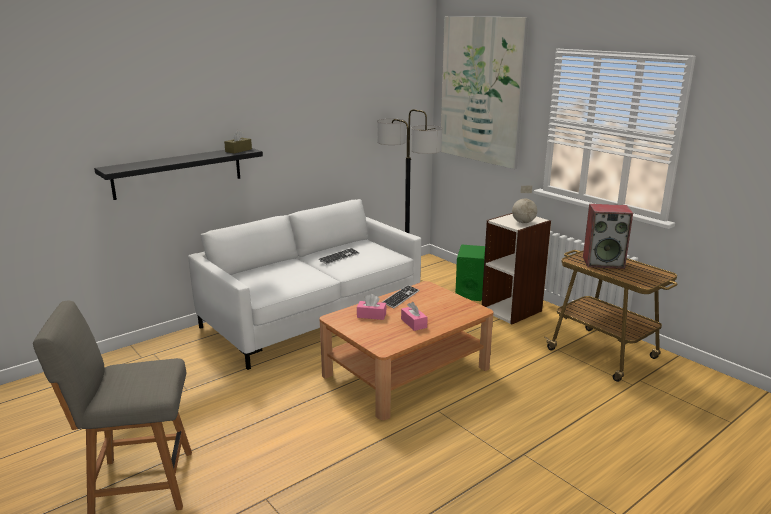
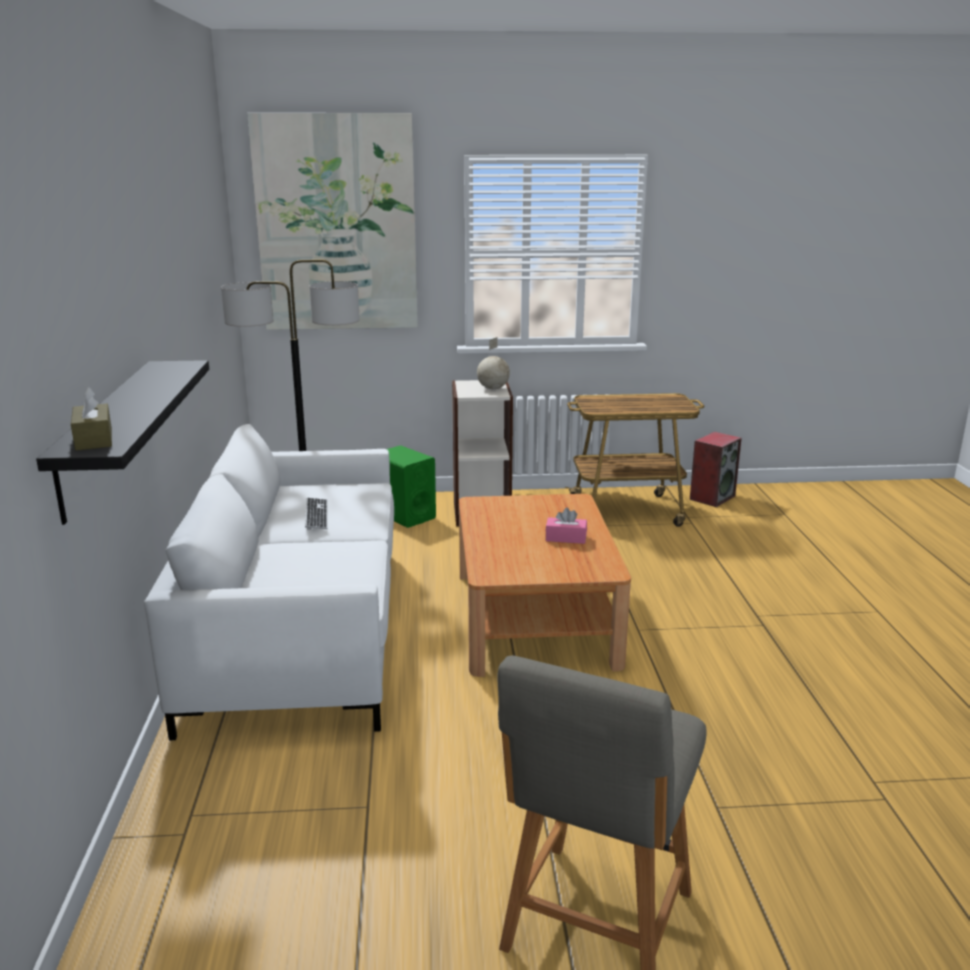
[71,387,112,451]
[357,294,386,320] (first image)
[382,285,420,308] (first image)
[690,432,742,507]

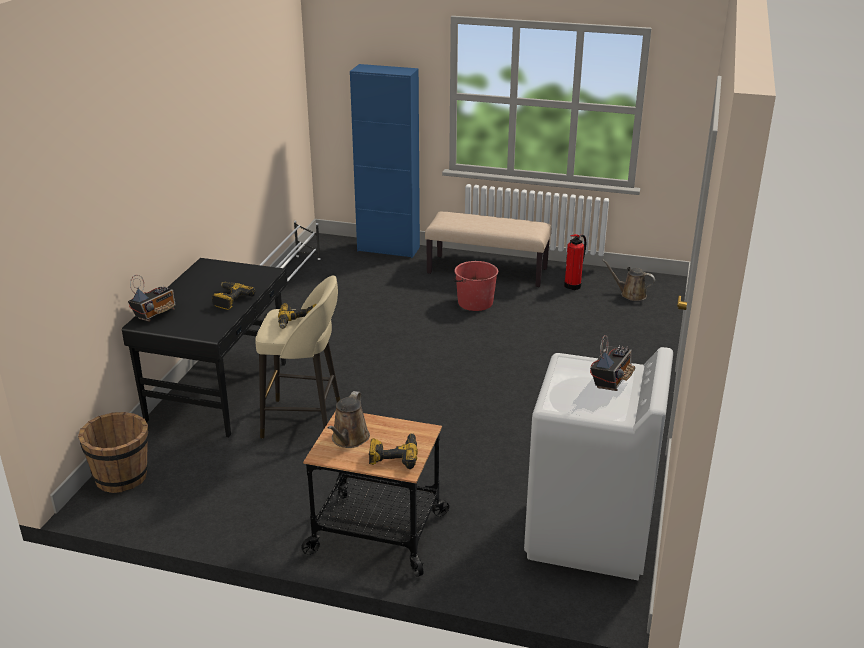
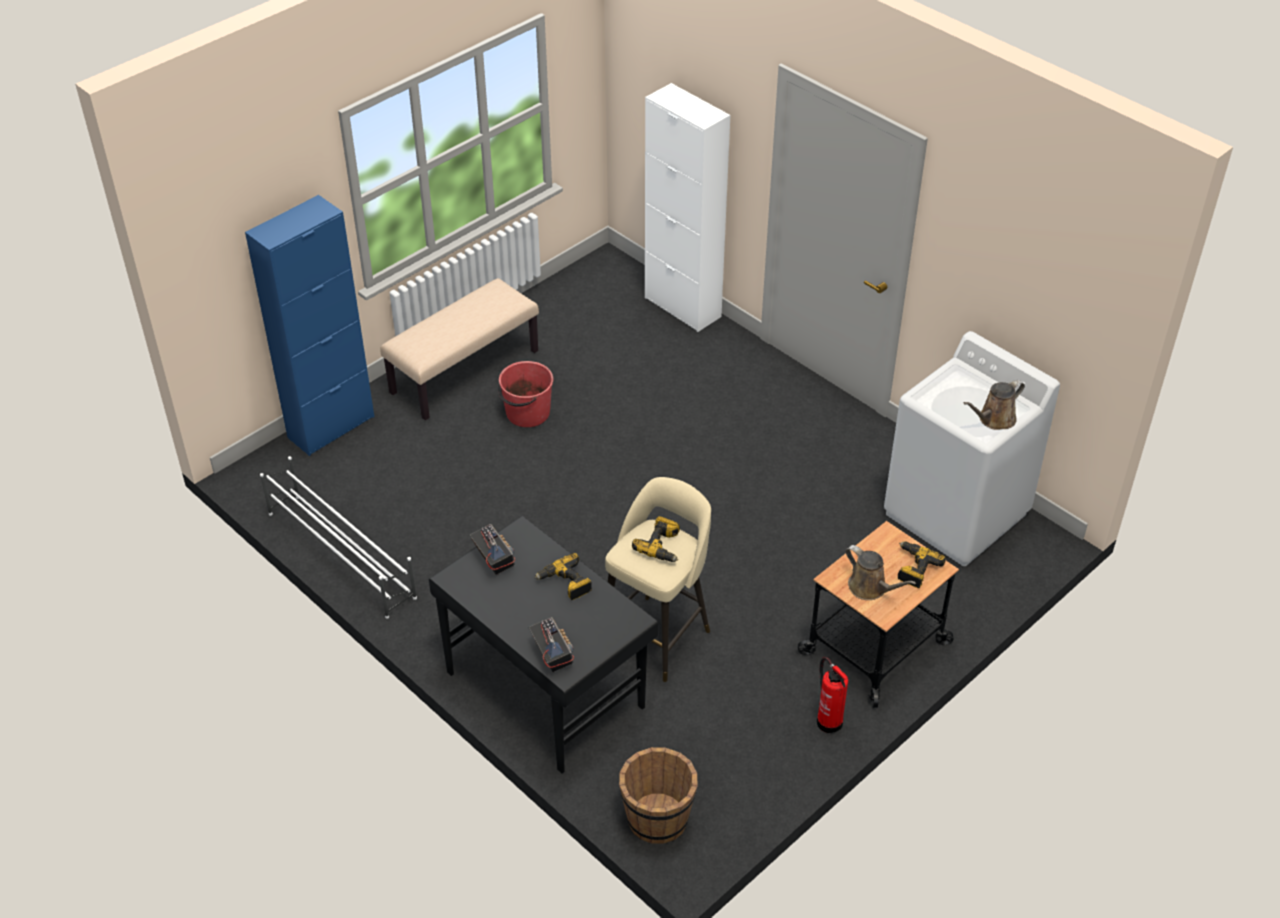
[817,657,848,733]
[470,524,515,575]
[964,380,1025,430]
[645,83,730,332]

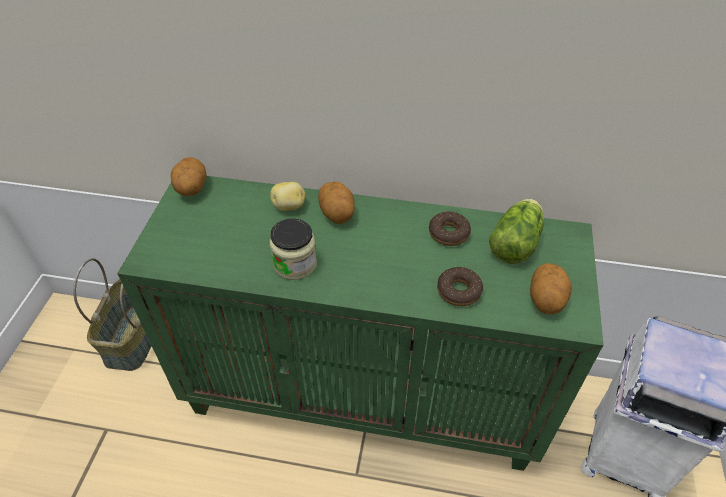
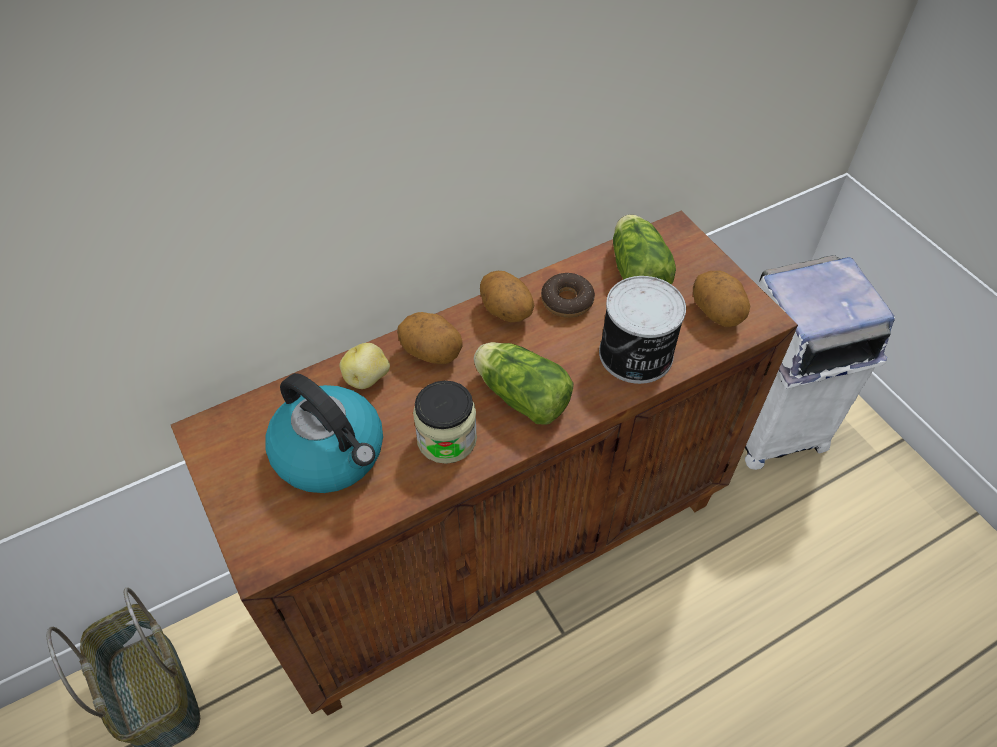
[171,211,798,716]
[480,271,535,322]
[599,276,686,384]
[265,373,383,493]
[474,342,574,425]

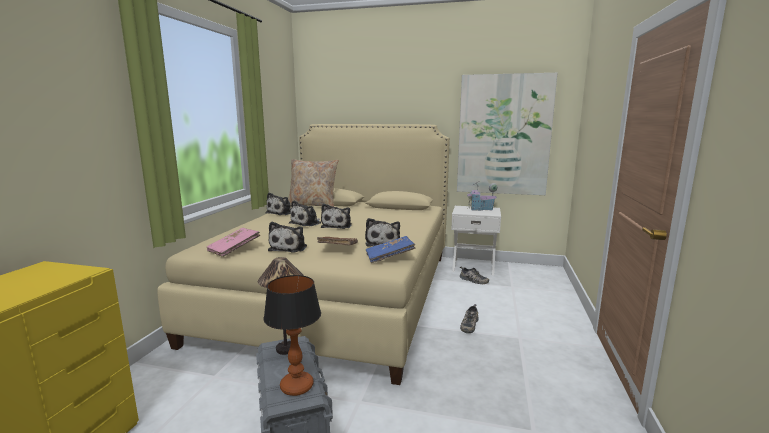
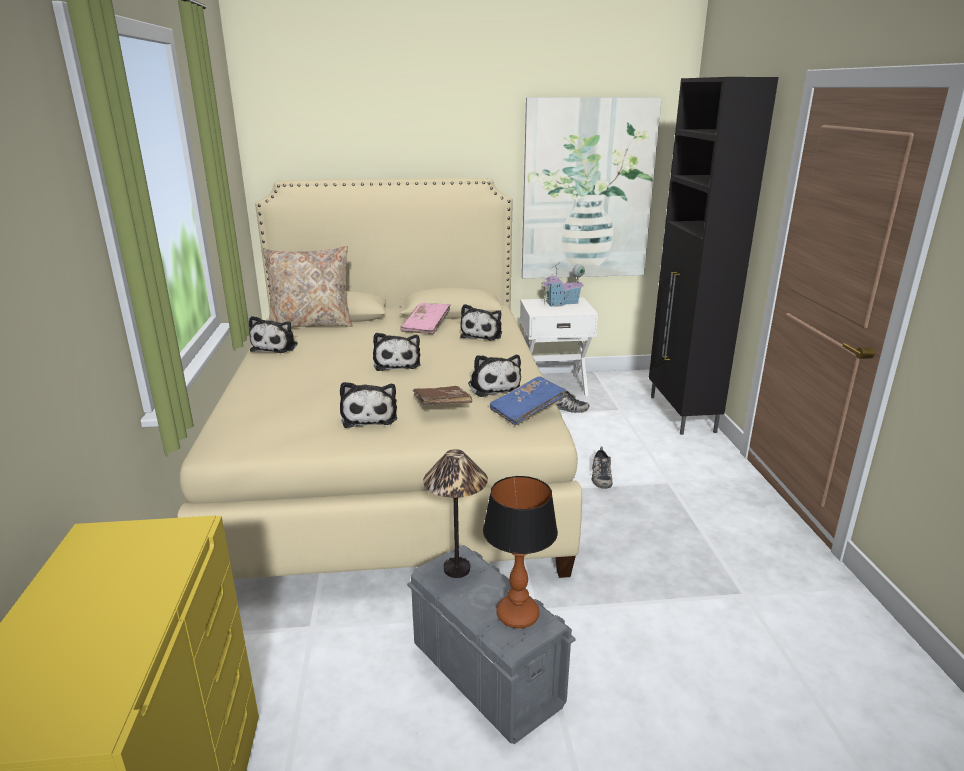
[400,303,450,334]
[460,304,502,340]
[649,77,779,435]

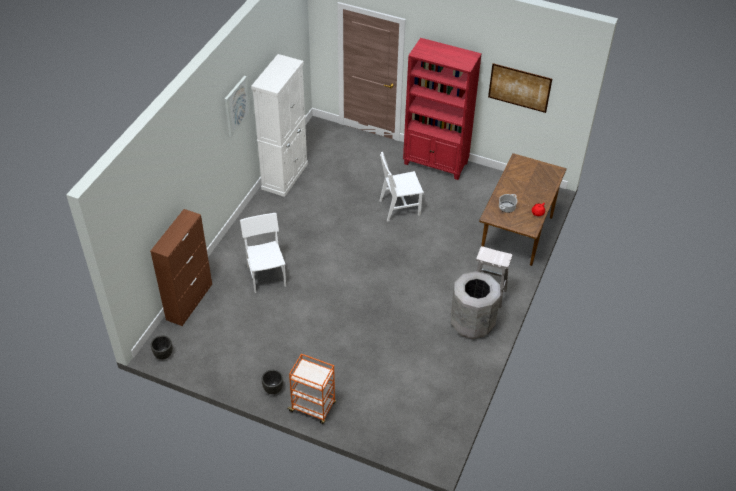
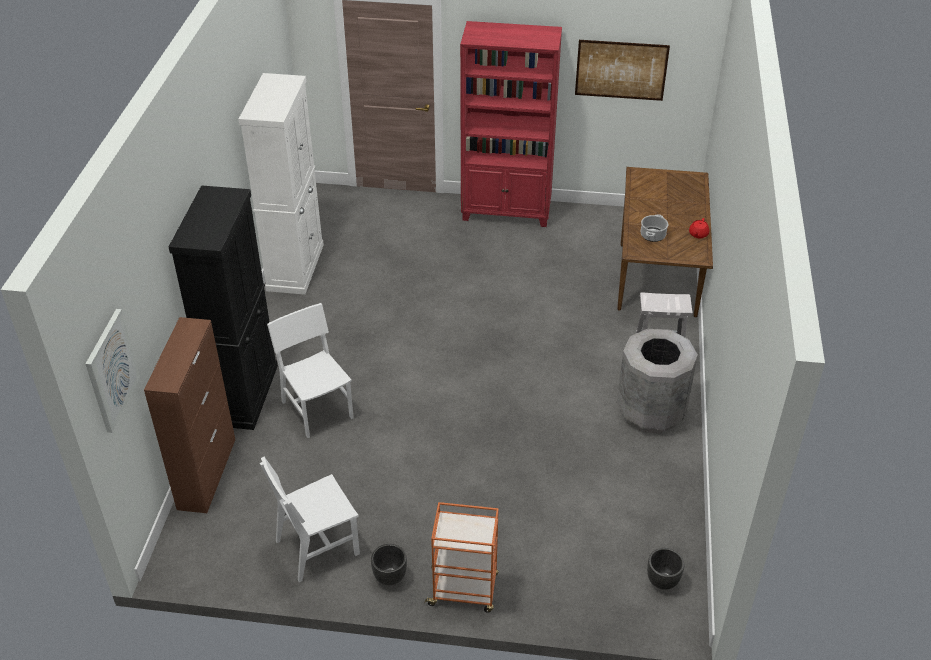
[647,548,684,590]
[85,309,140,433]
[260,457,360,582]
[169,185,278,430]

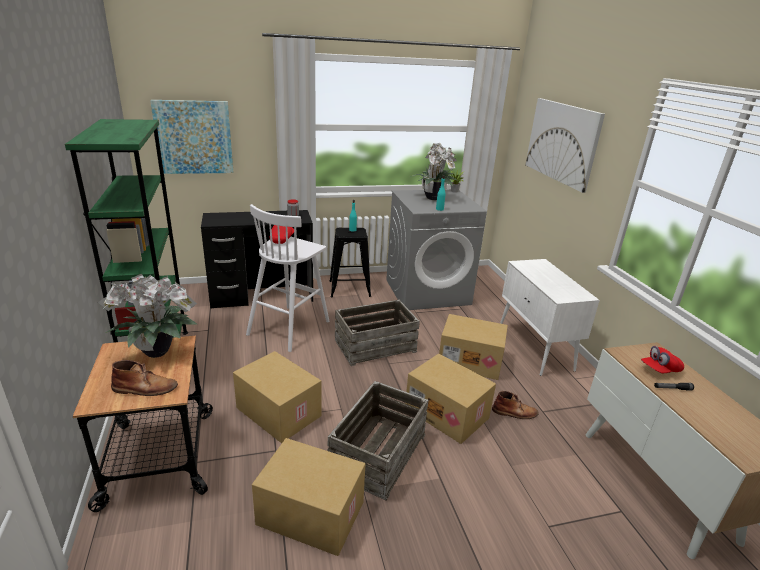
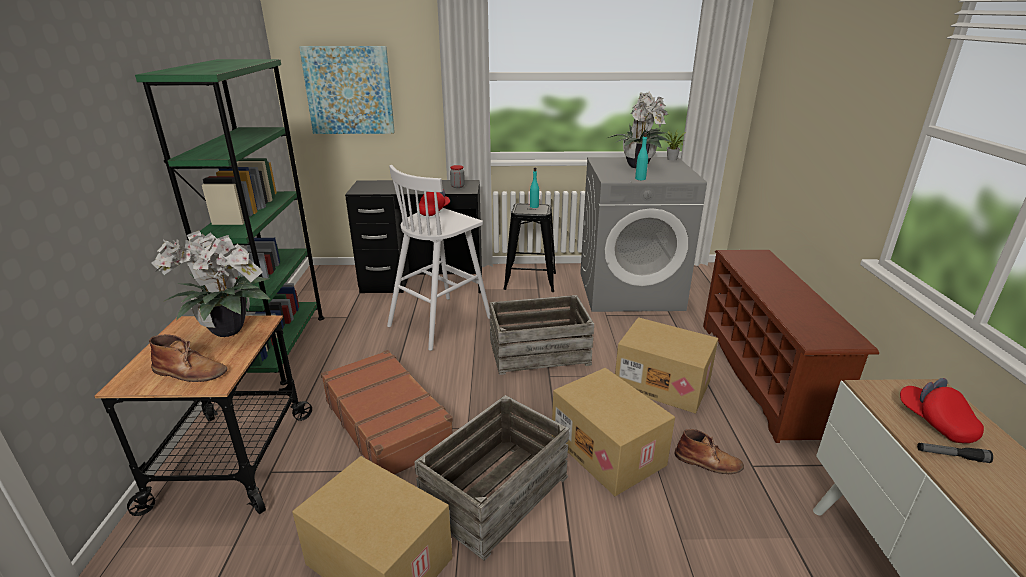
[321,350,453,475]
[703,250,879,443]
[525,98,605,193] (first image)
[900,378,984,443]

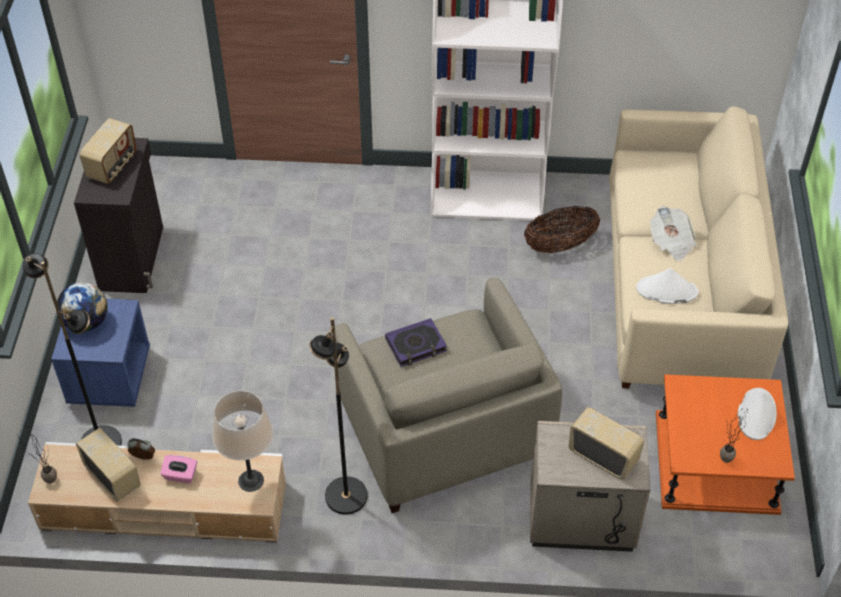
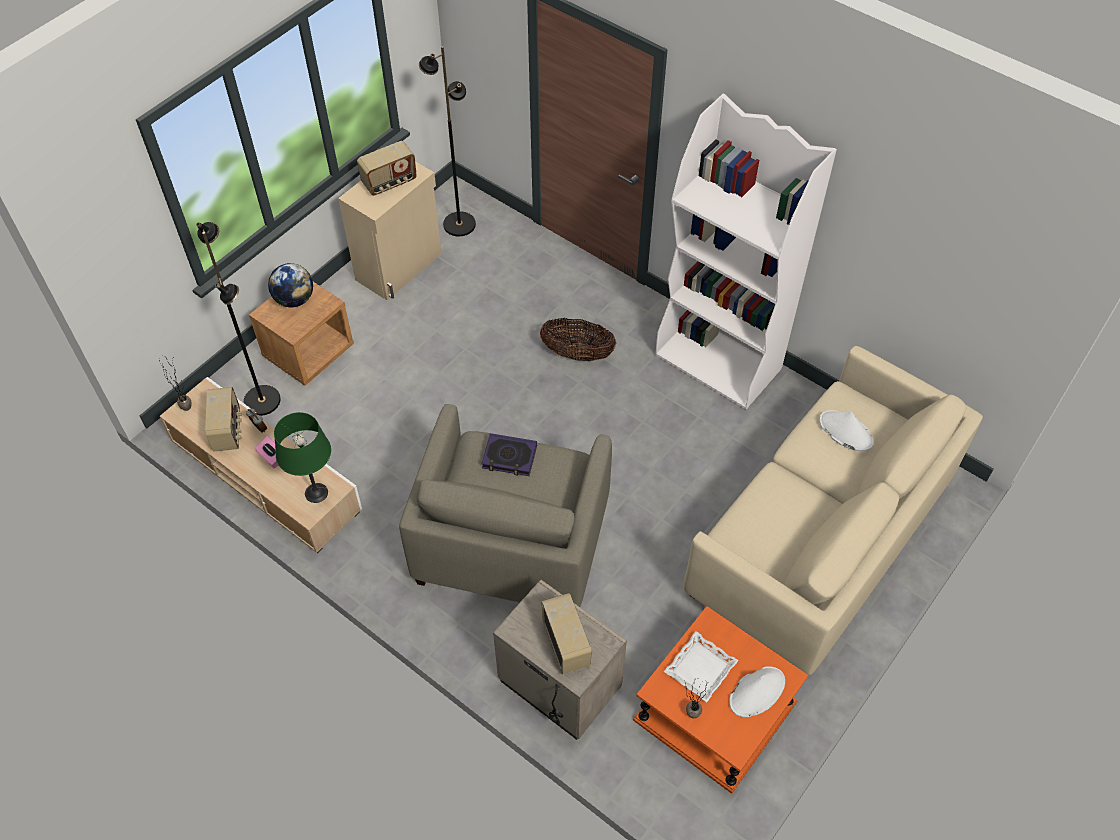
[249,282,354,386]
[338,161,442,300]
[274,412,331,503]
[419,46,476,236]
[540,318,616,361]
[819,410,874,451]
[650,206,697,261] (first image)
[664,631,739,702]

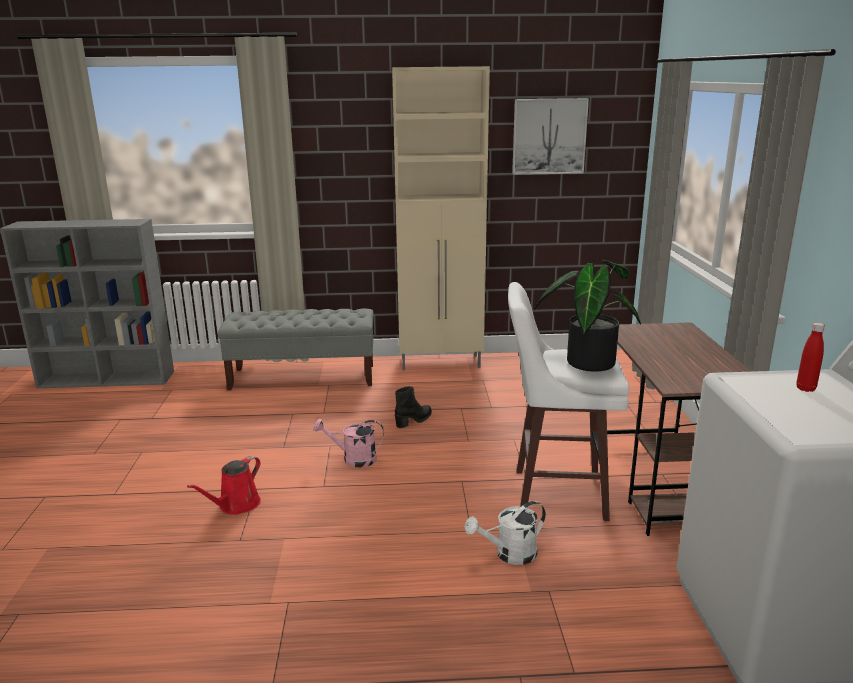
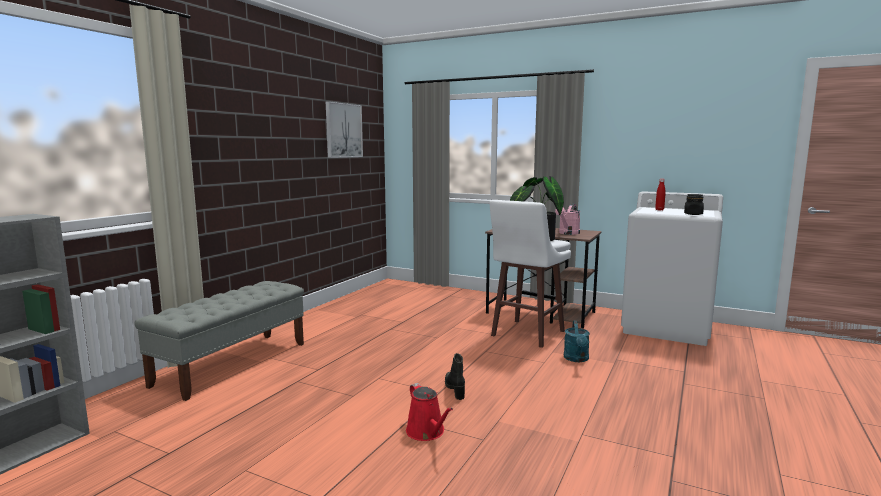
[555,204,580,235]
[392,66,490,370] (first image)
[445,353,465,400]
[564,320,590,362]
[684,194,704,215]

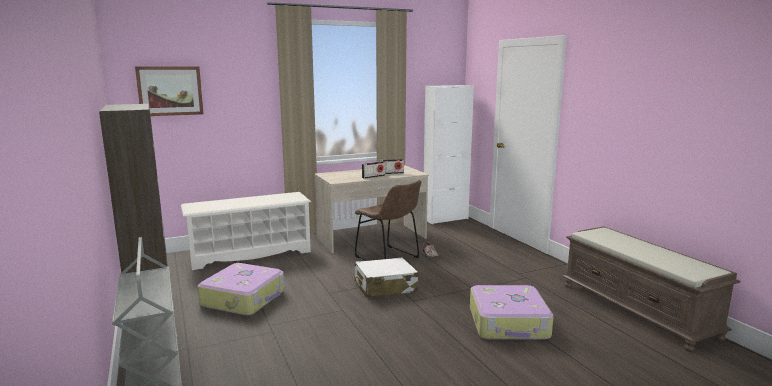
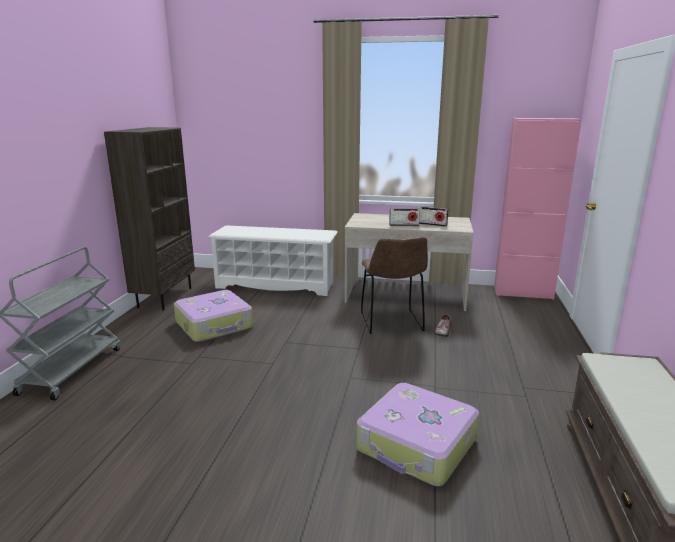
[135,66,204,116] (first image)
[354,257,418,298] (first image)
[494,118,582,300]

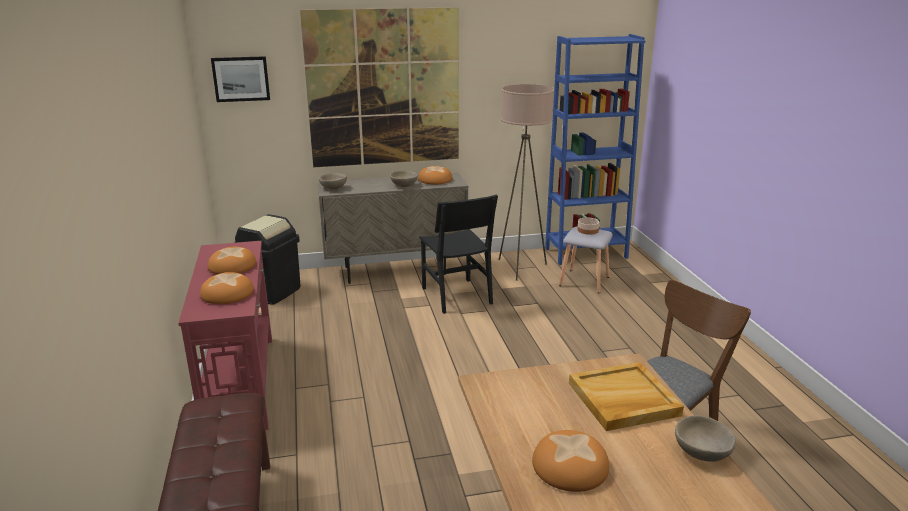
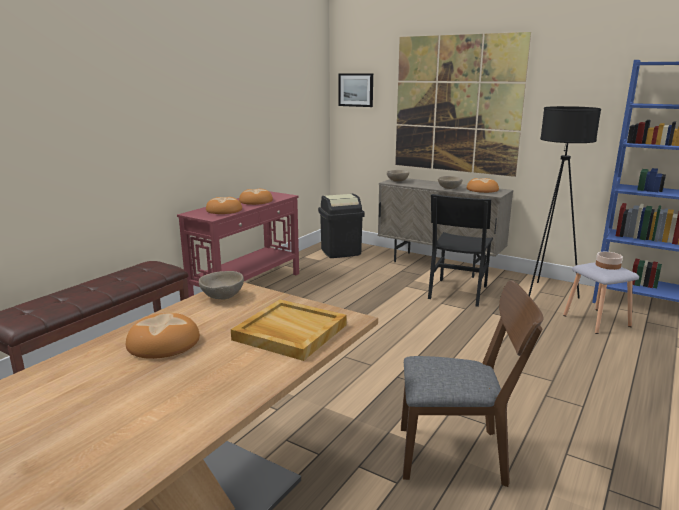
[529,106,601,298]
[199,271,244,299]

